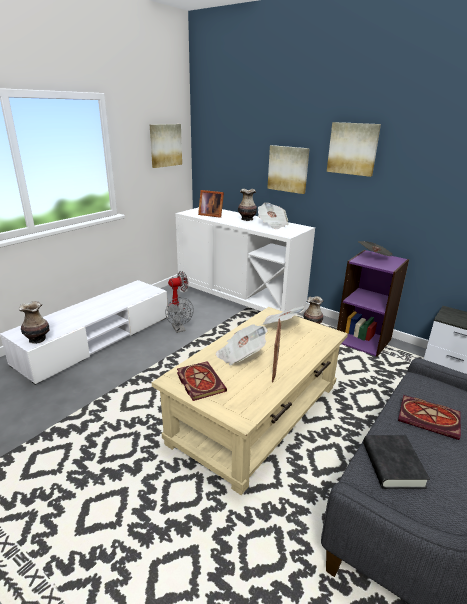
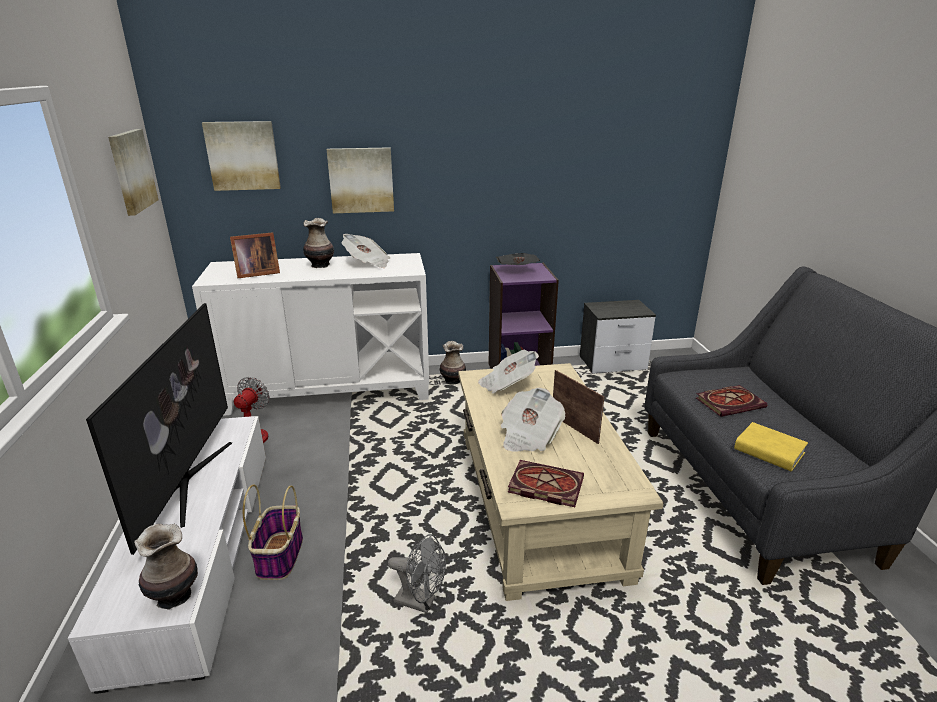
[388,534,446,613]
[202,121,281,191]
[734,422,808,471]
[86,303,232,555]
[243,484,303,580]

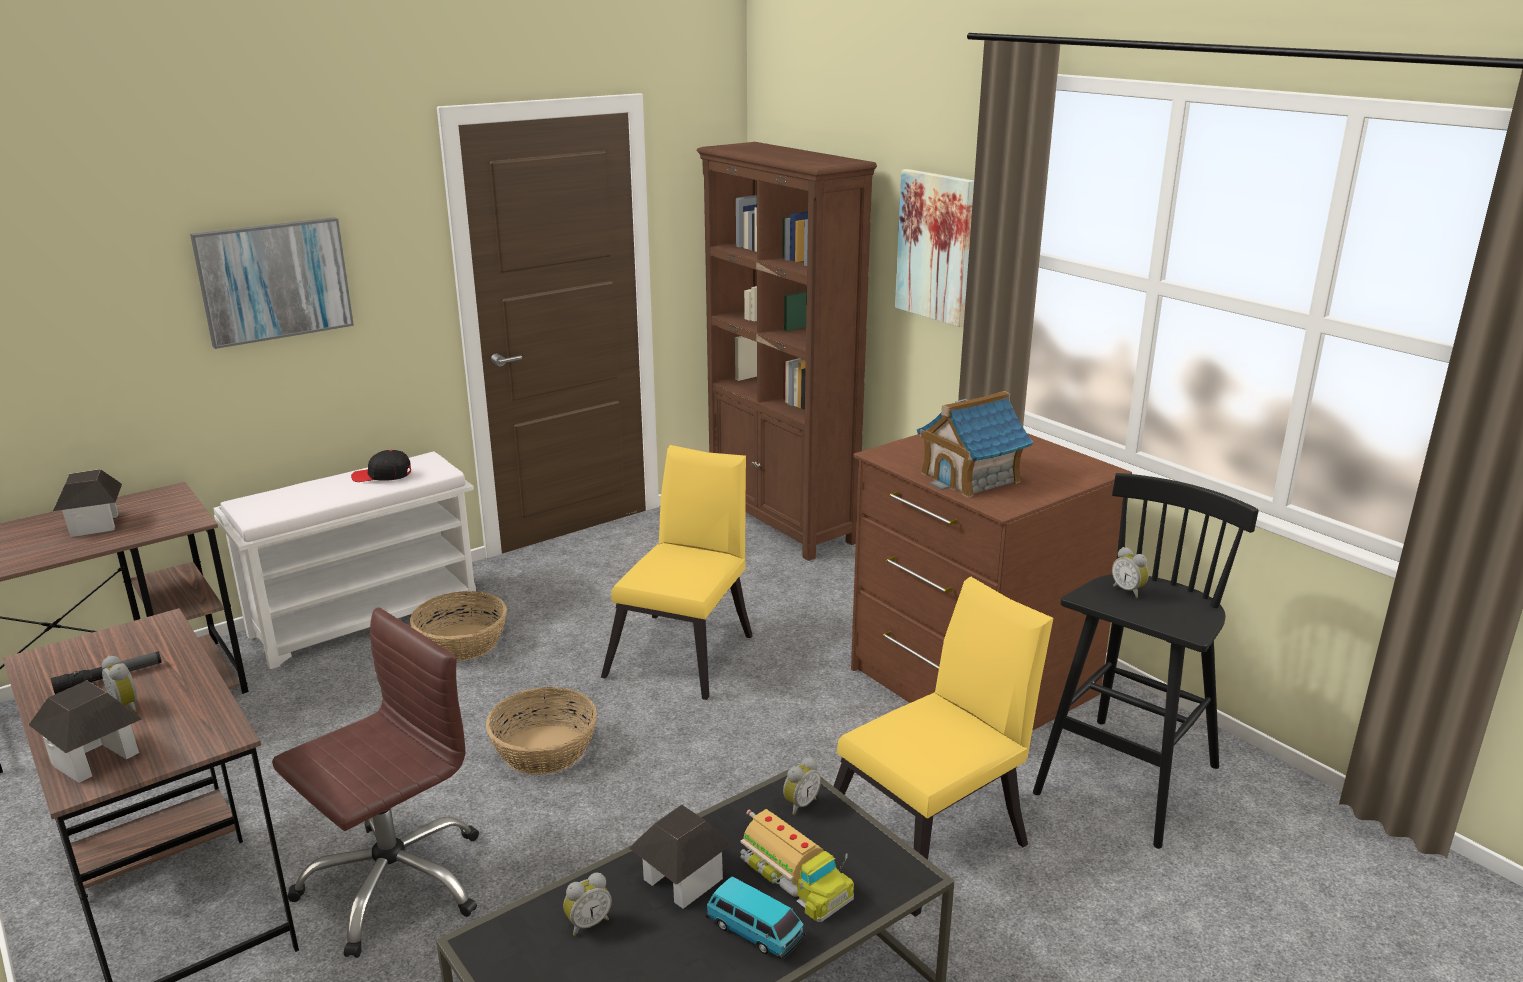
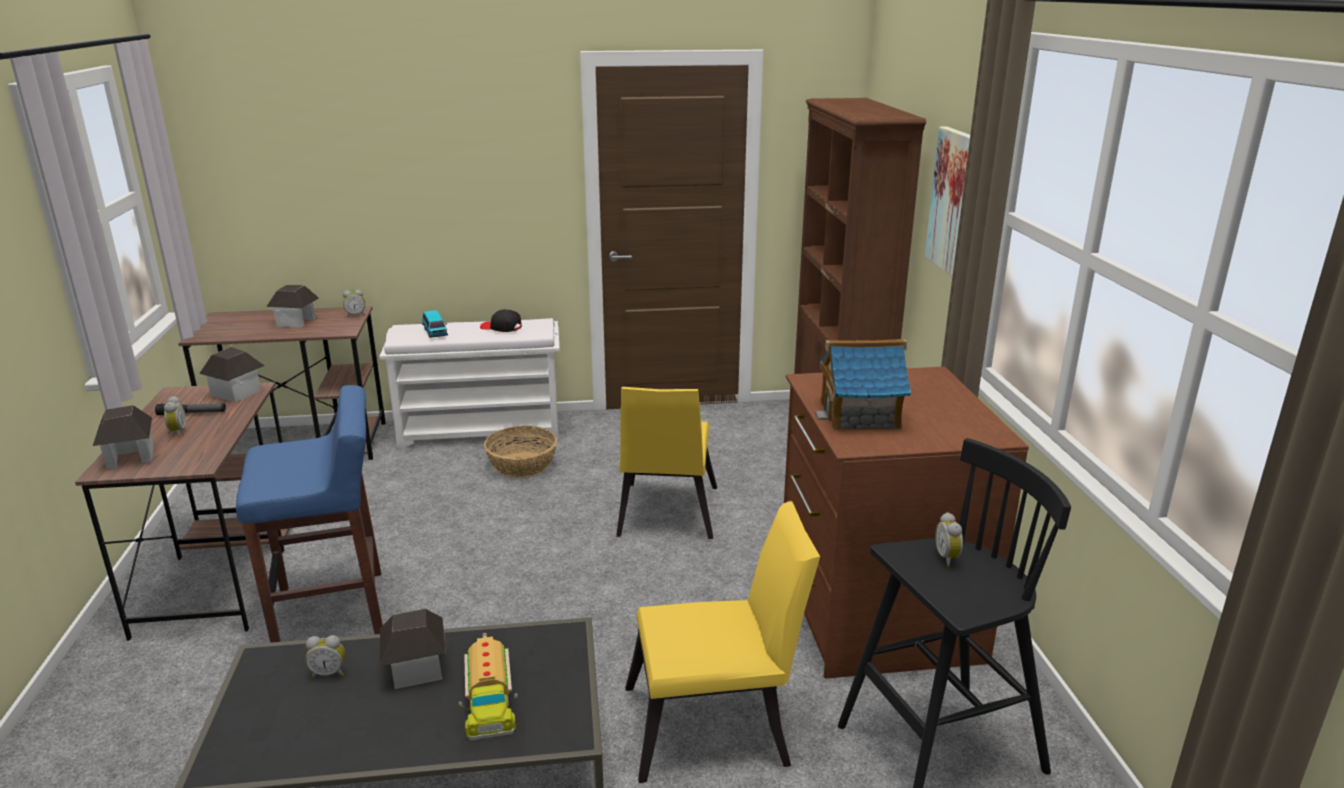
[190,217,354,349] (first image)
[236,385,383,643]
[486,687,597,775] (first image)
[616,387,717,539]
[422,310,448,338]
[343,290,365,317]
[199,347,264,402]

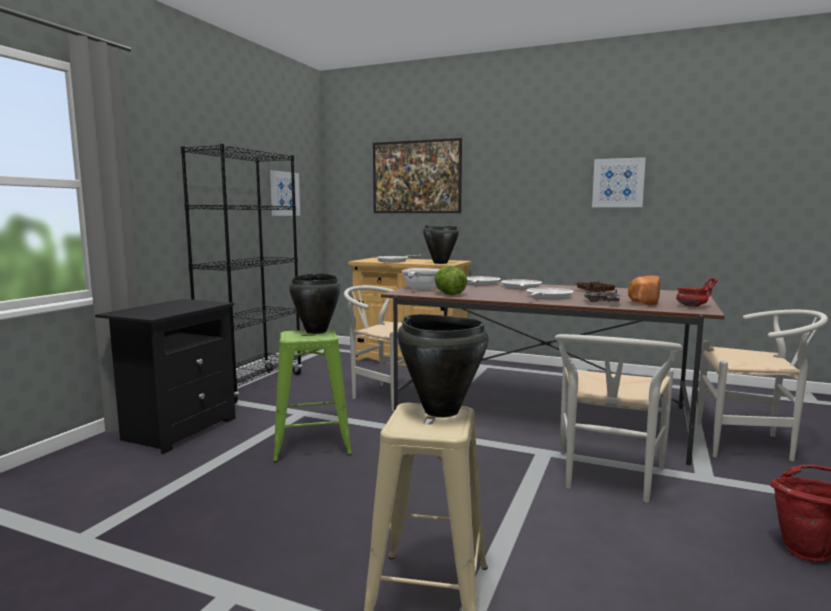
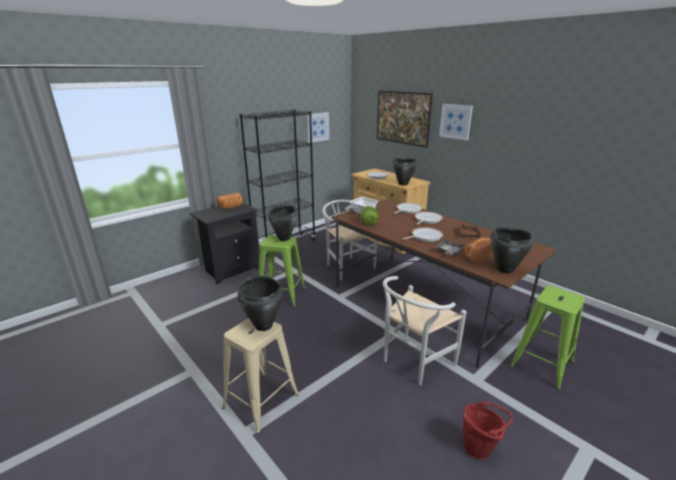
[439,104,473,141]
[490,227,534,274]
[510,285,585,390]
[216,193,243,209]

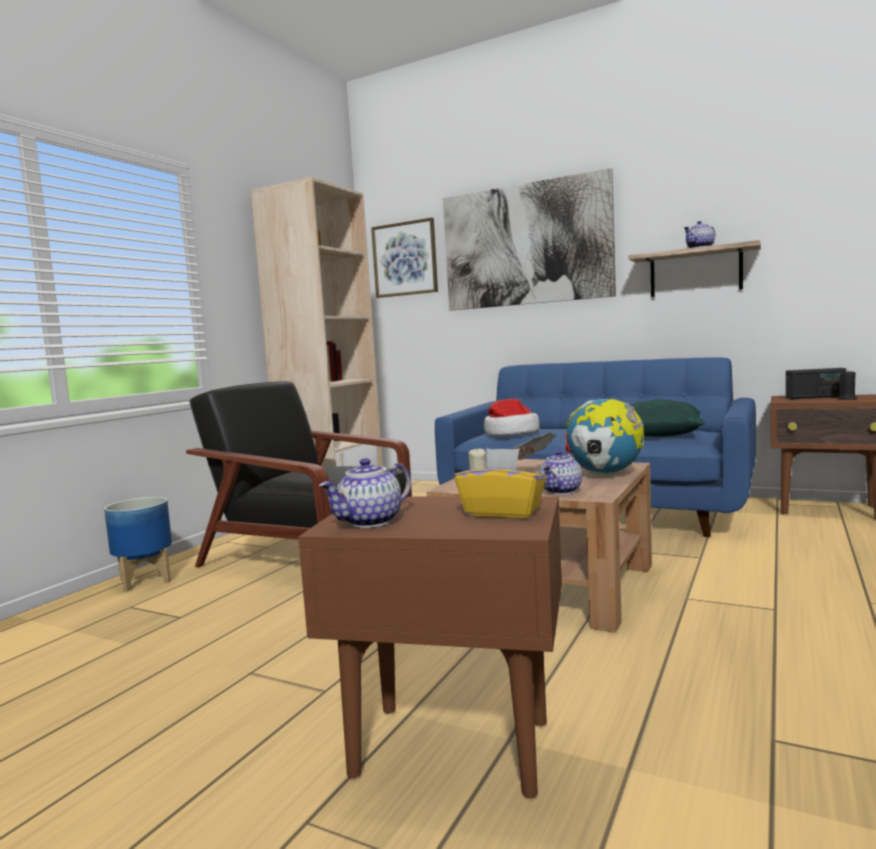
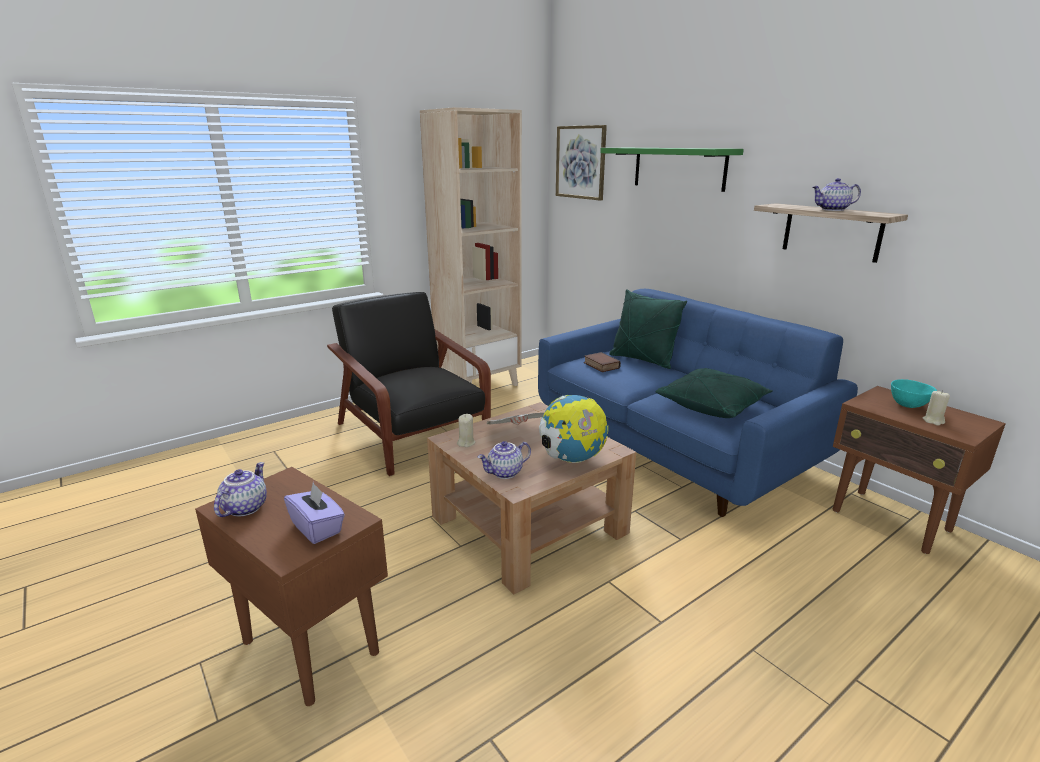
[104,497,172,592] (first image)
[214,462,267,517]
[600,148,744,192]
[284,482,345,544]
[584,352,621,372]
[891,379,937,408]
[923,390,950,426]
[609,289,687,369]

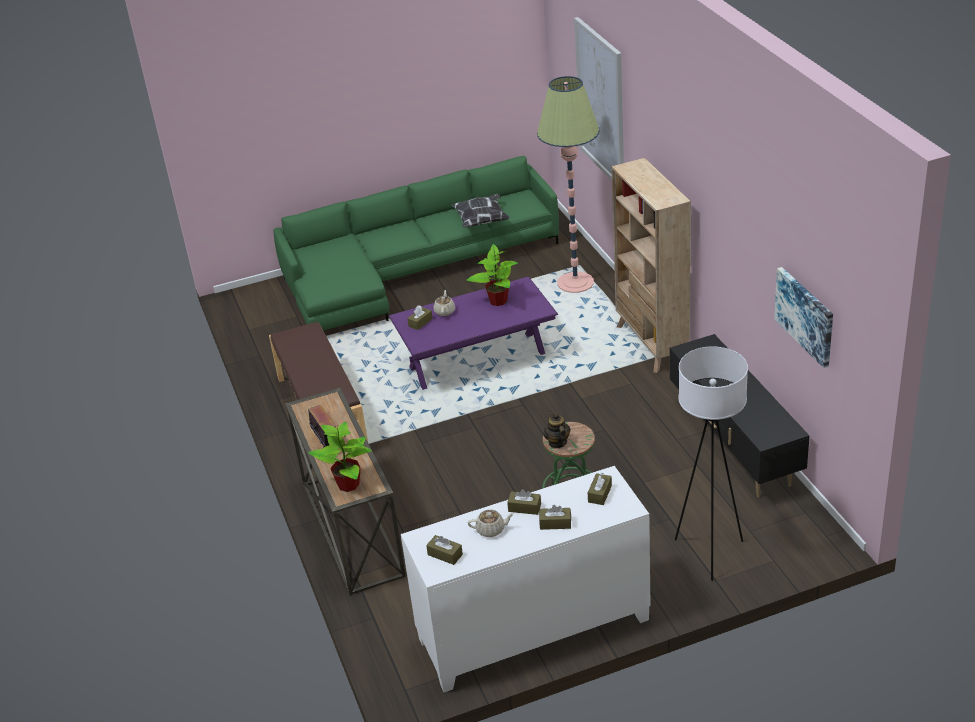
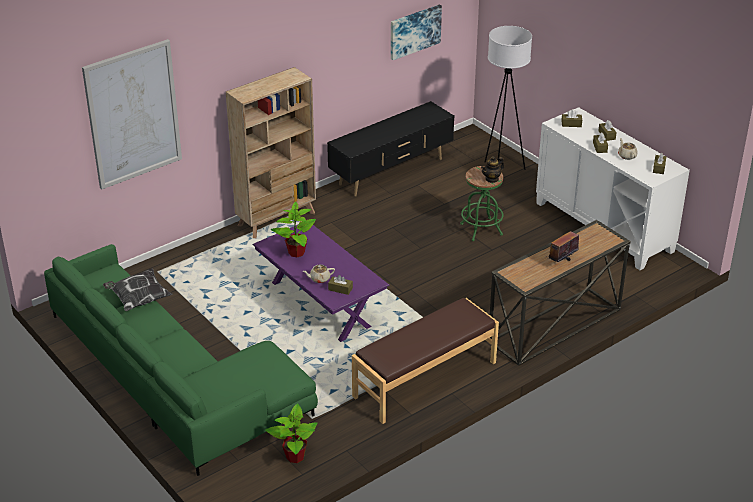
[265,403,317,463]
[537,76,599,293] (first image)

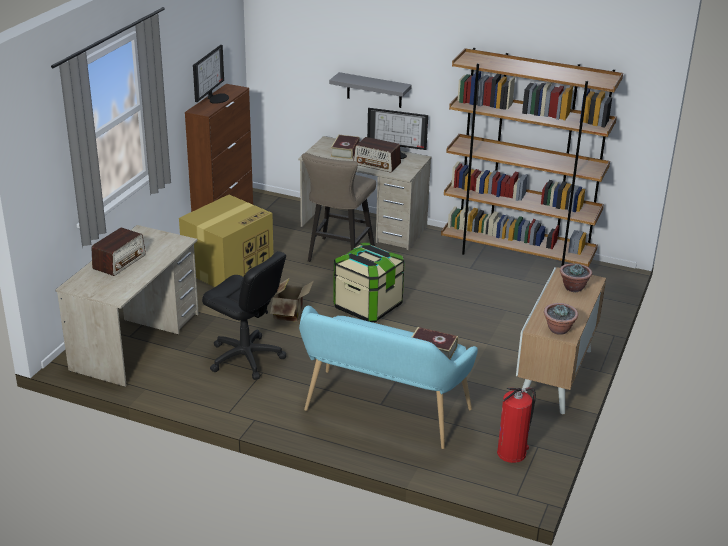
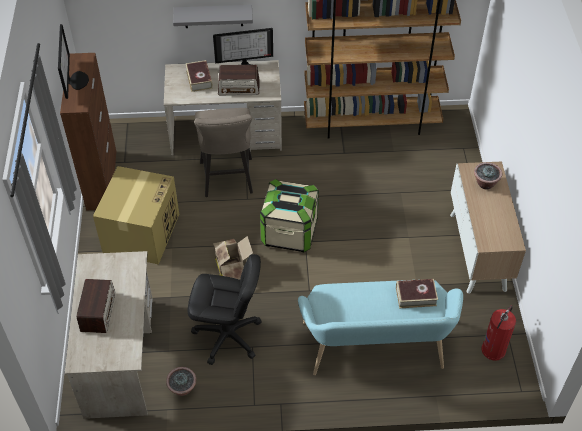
[166,367,196,396]

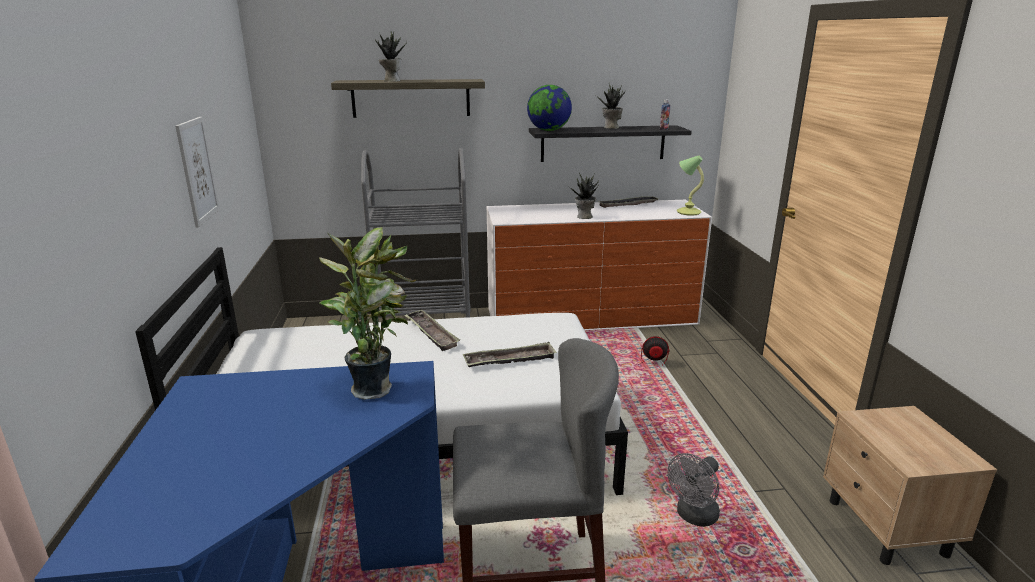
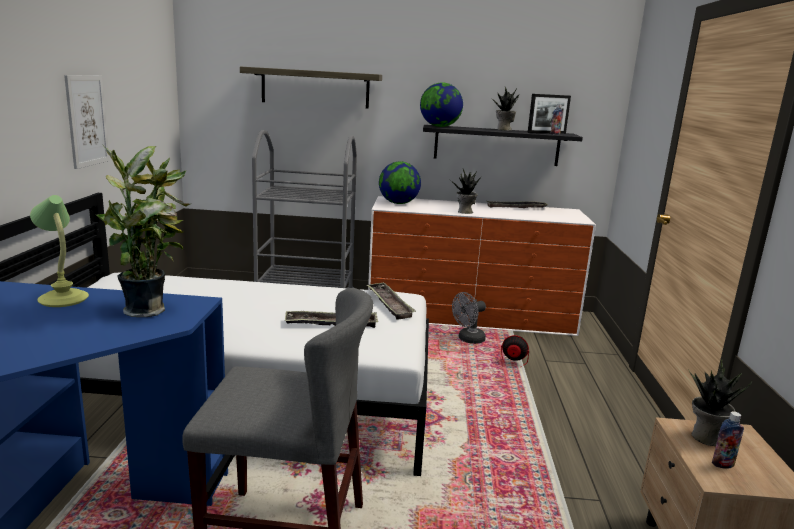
[688,359,753,446]
[366,282,416,320]
[452,292,486,344]
[30,195,89,307]
[379,161,421,204]
[528,94,571,134]
[712,411,744,469]

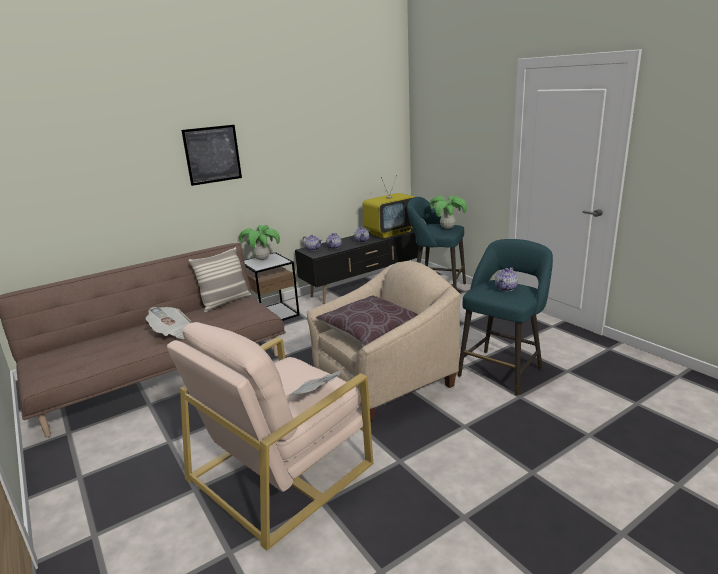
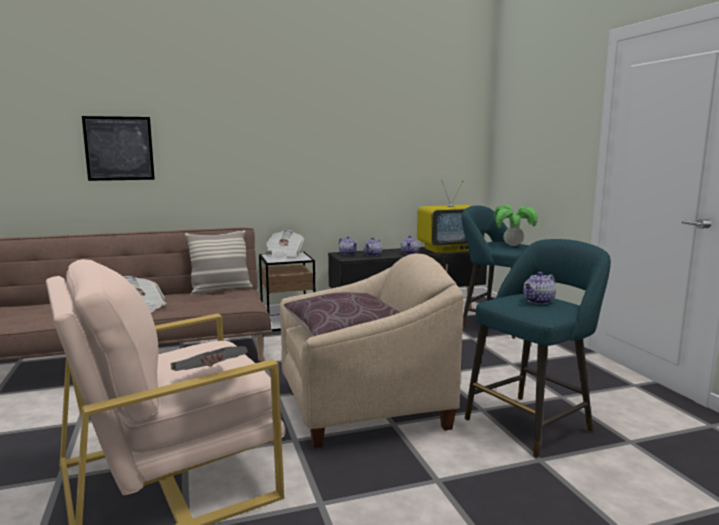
[82,116,155,181]
[266,230,304,259]

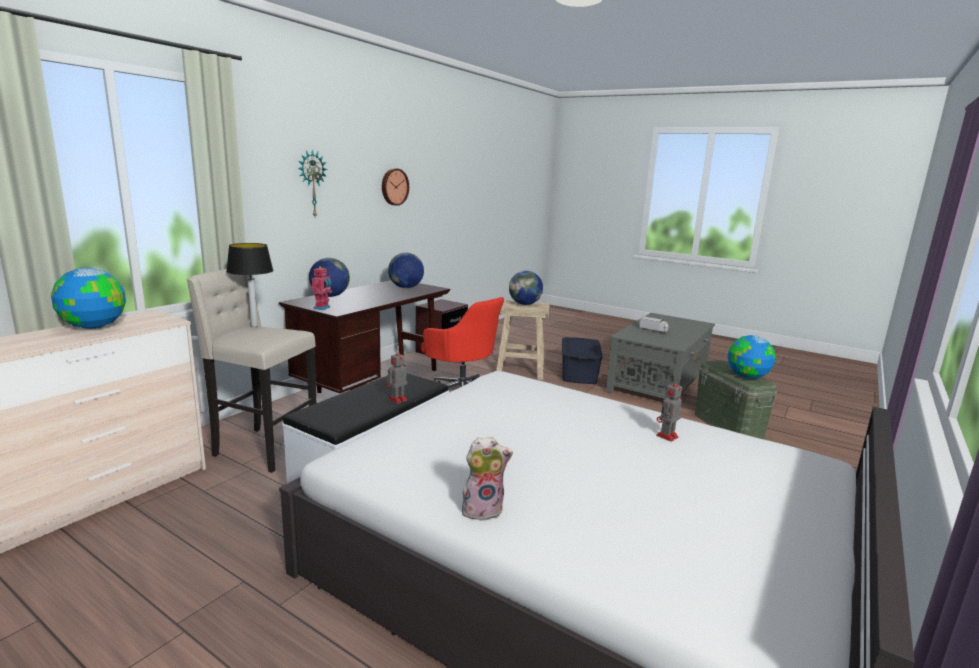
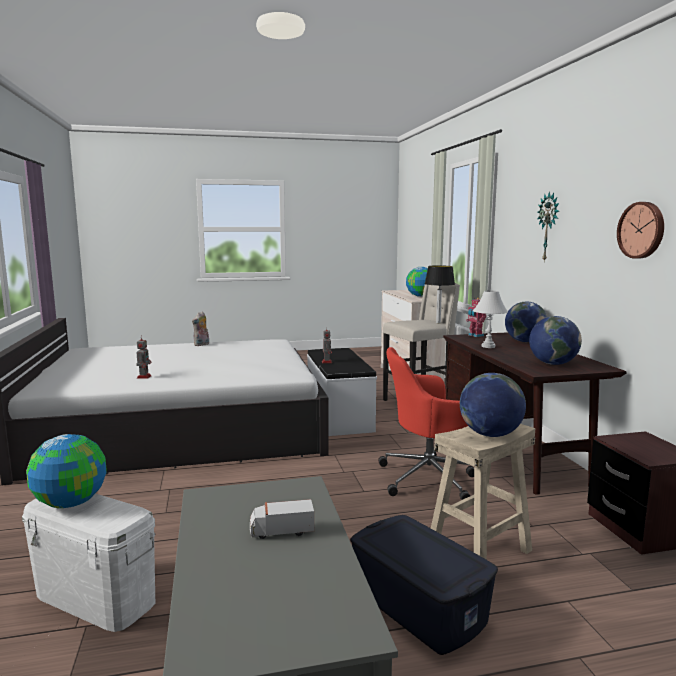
[22,493,155,632]
[473,290,508,348]

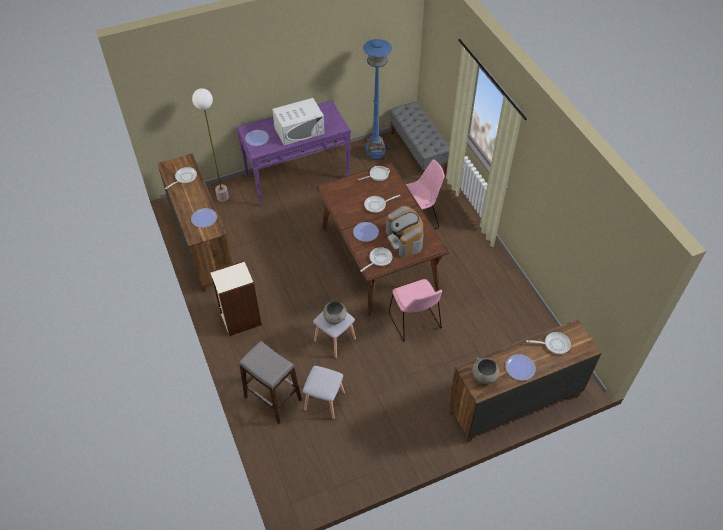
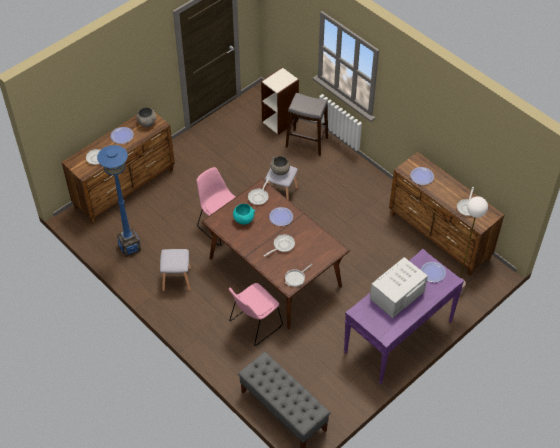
[261,67,299,135]
[160,249,191,291]
[97,145,141,257]
[233,204,255,225]

